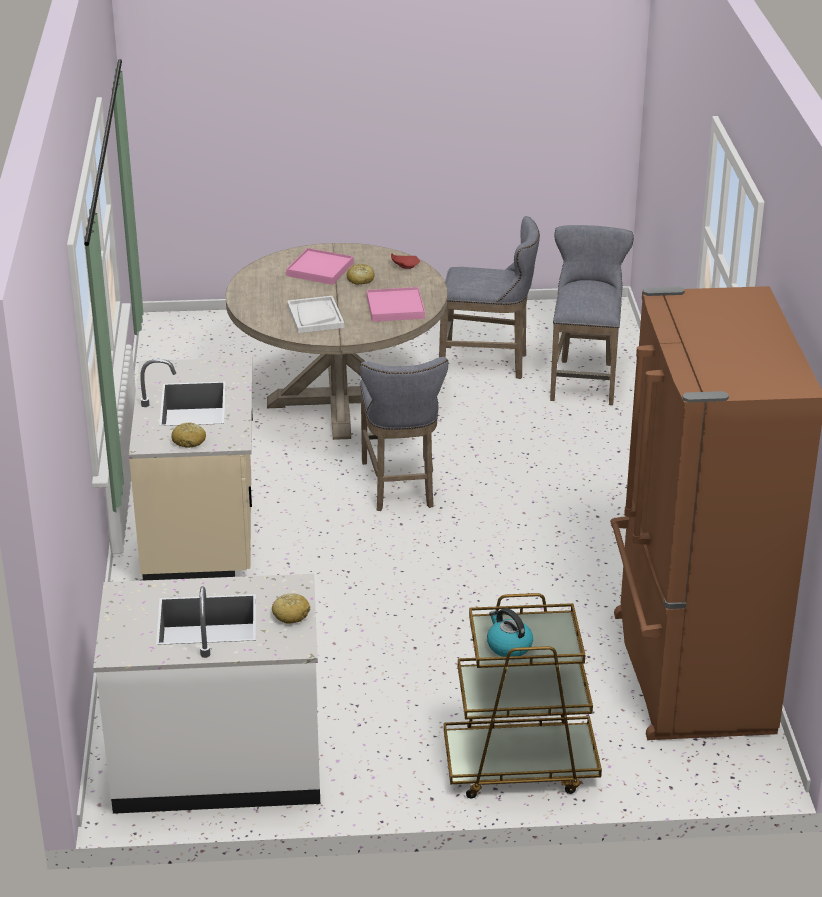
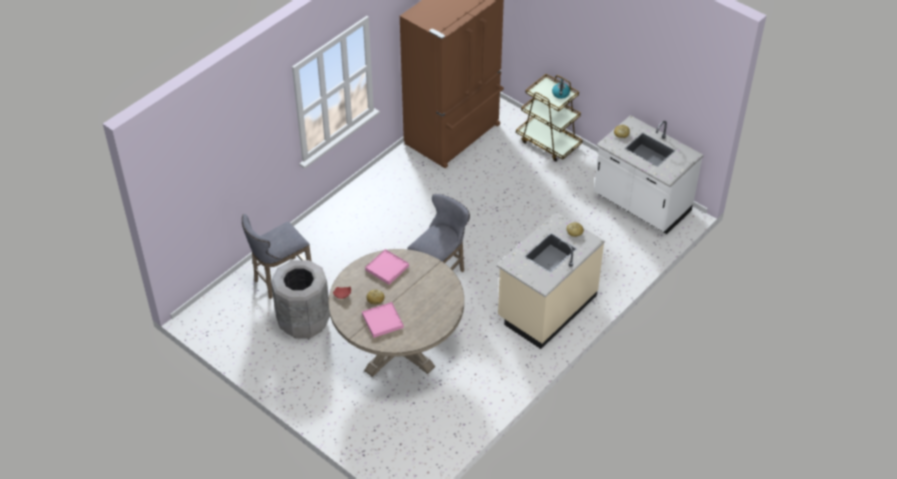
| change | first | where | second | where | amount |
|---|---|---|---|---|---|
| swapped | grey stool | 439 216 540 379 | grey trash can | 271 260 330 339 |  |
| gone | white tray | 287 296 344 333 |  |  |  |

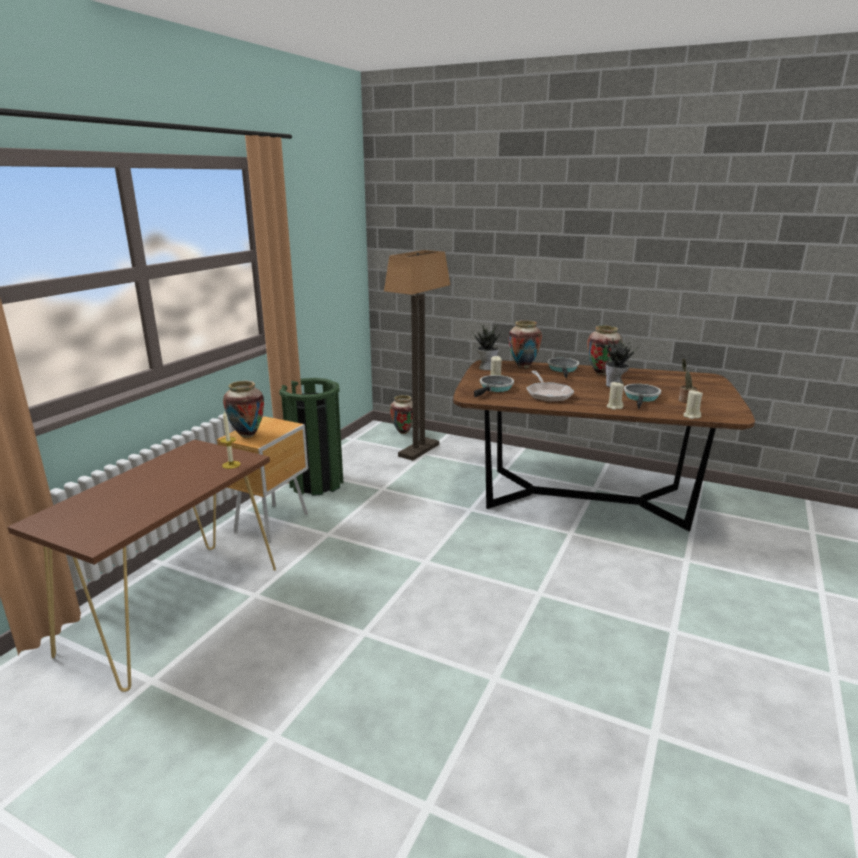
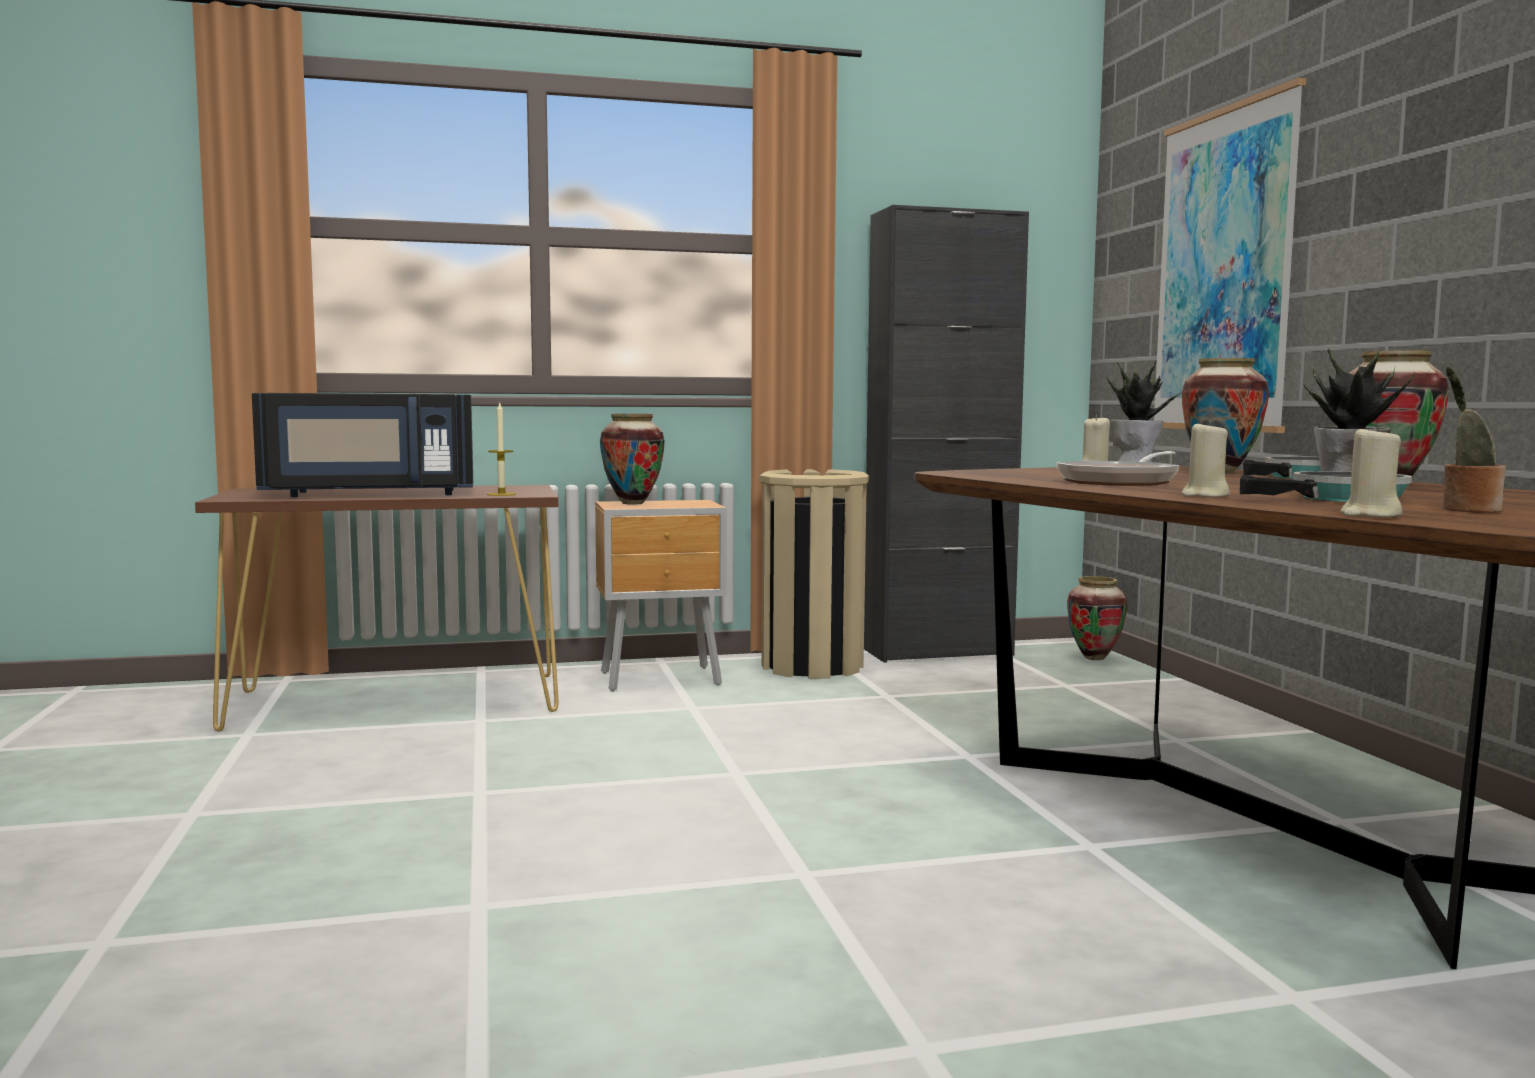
| change | first | where | second | where | amount |
|---|---|---|---|---|---|
| new |  |  | black microwave | 252 393 473 497 |  |
| repainted | green trash can | 279 378 343 496 | beige trash can | 759 469 869 679 |  |
| new |  |  | black cabinet | 864 205 1029 663 |  |
| new |  |  | picture | 1154 78 1306 433 |  |
| gone | floor lamp | 384 250 450 461 |  |  |  |
| gone | frying pan | 474 375 514 397 |  |  |  |

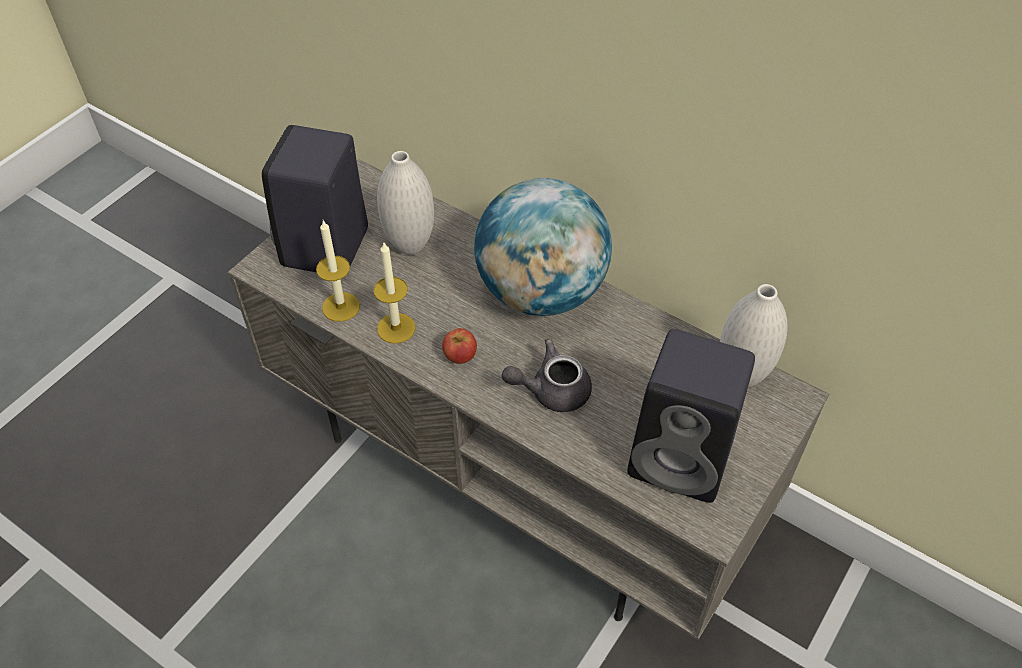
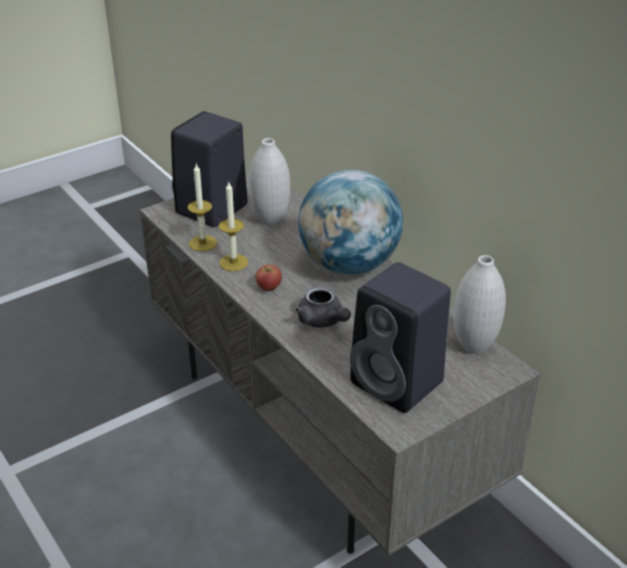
| change | first | where | second | where | amount |
|---|---|---|---|---|---|
| rotated | grey teapot | 502 339 592 412 |  | 295 286 351 328 | 135 degrees counterclockwise |

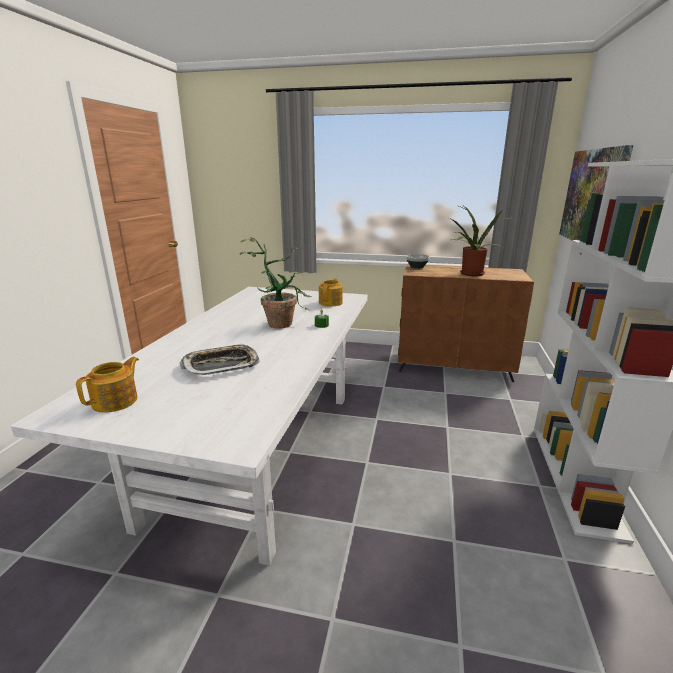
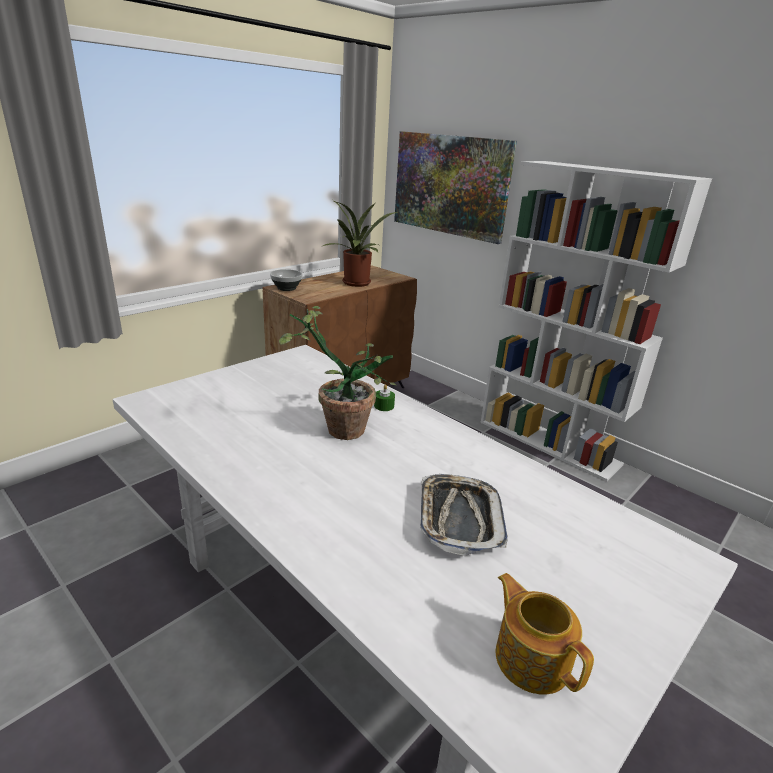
| change | first | where | second | where | amount |
|---|---|---|---|---|---|
| gone | teapot | 319 278 343 307 |  |  |  |

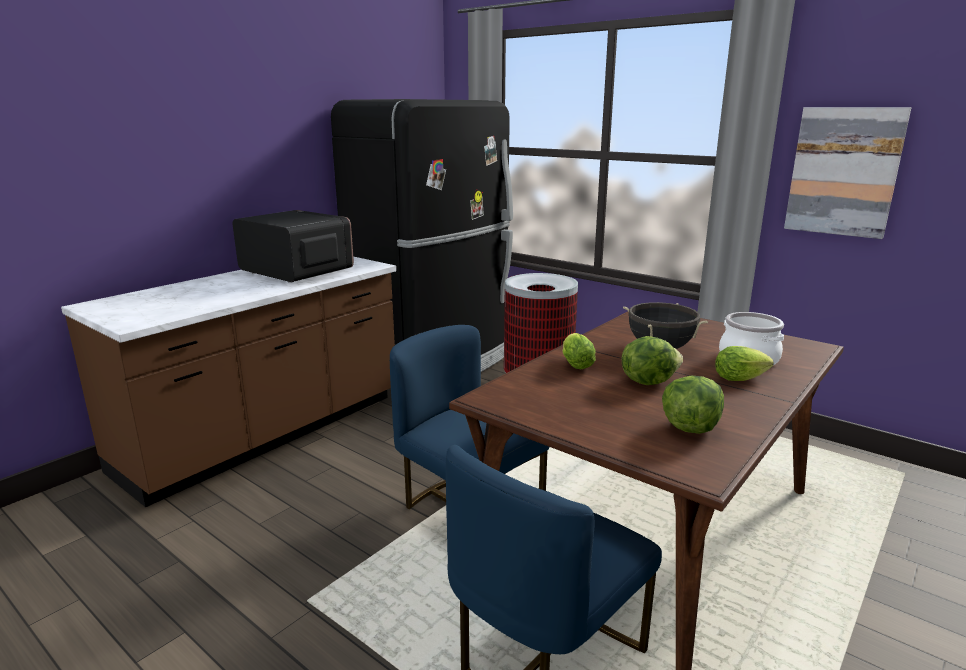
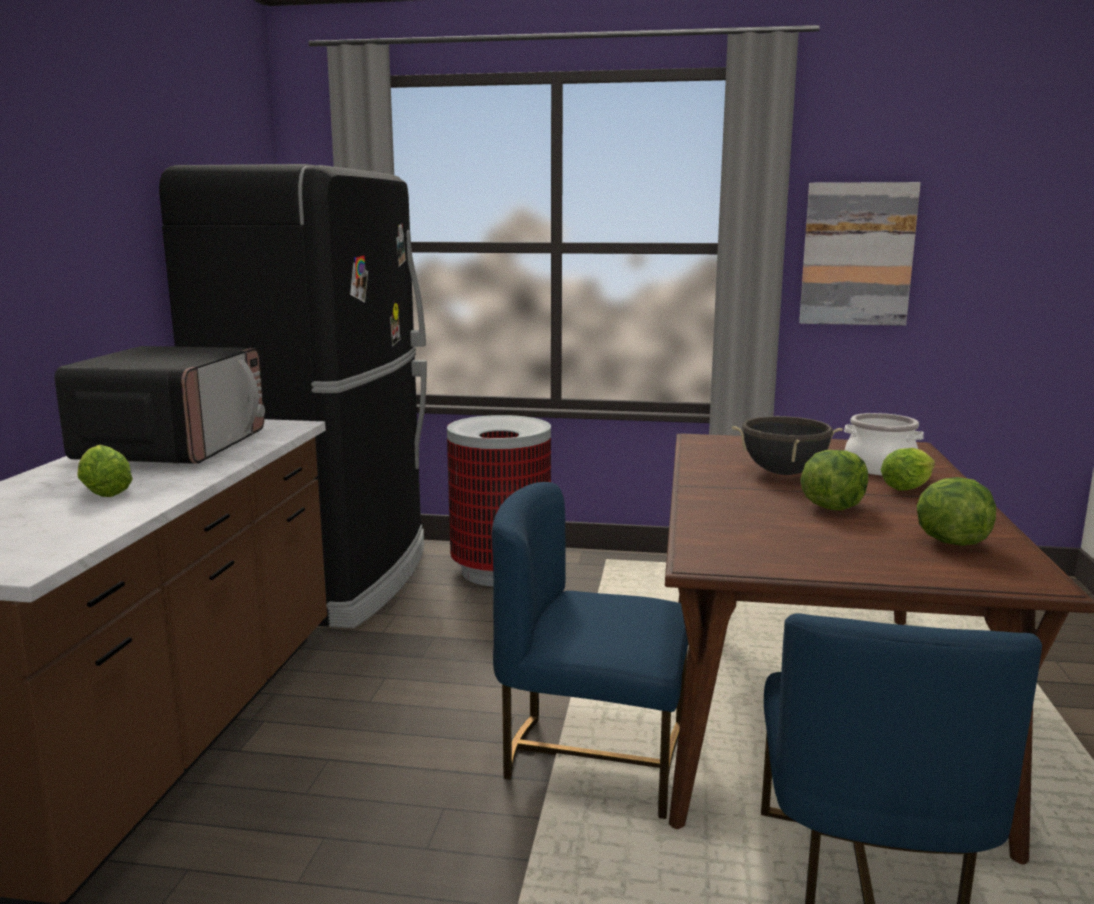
| change | first | where | second | where | amount |
|---|---|---|---|---|---|
| rotated | microwave | 233 210 354 283 |  | 54 346 265 464 | 90 degrees clockwise |
| shifted | lettuce | 563 333 596 369 |  | 77 445 133 497 |  |

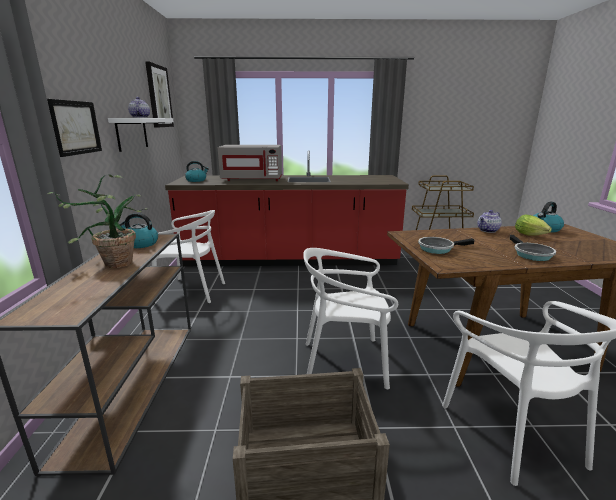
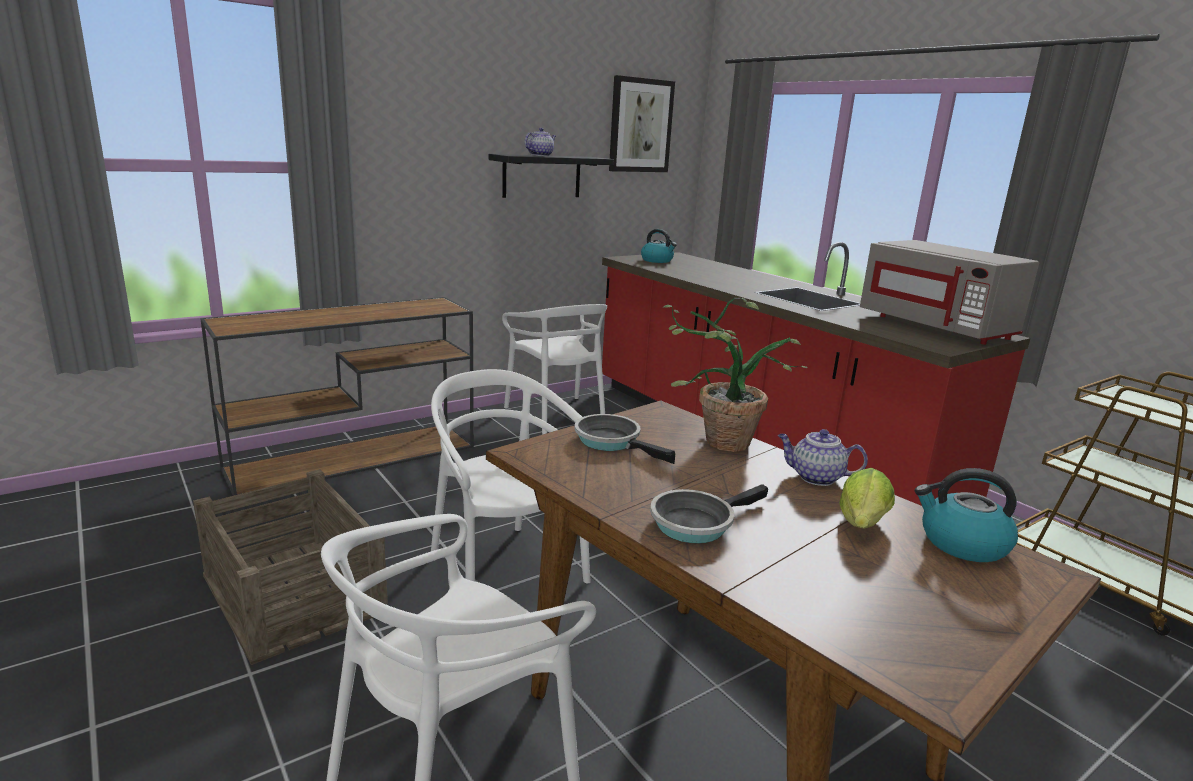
| change | first | where | second | where | amount |
|---|---|---|---|---|---|
| repainted | white shelf | 108 118 173 152 | black shelf | 489 154 614 198 |  |
| shifted | potted plant | 46 174 148 268 |  | 664 298 808 452 |  |
| shifted | grey microwave | 217 145 282 181 |  | 860 240 1039 345 |  |
| gone | picture | 47 99 102 157 |  |  |  |
| gone | kettle | 119 213 158 248 |  |  |  |

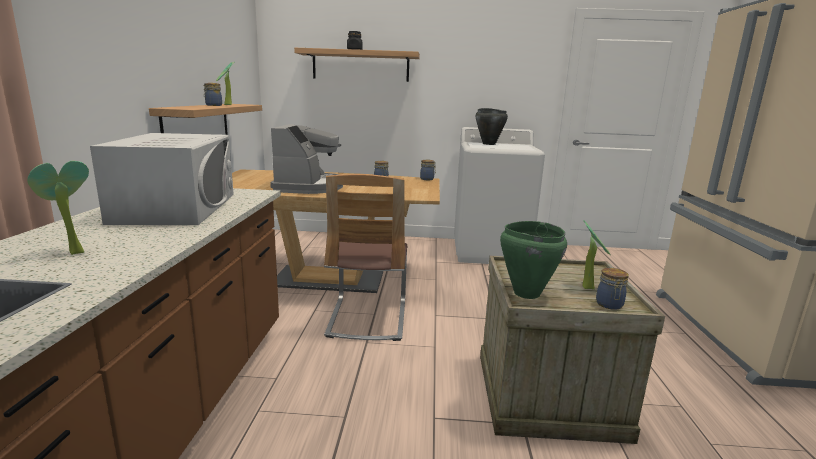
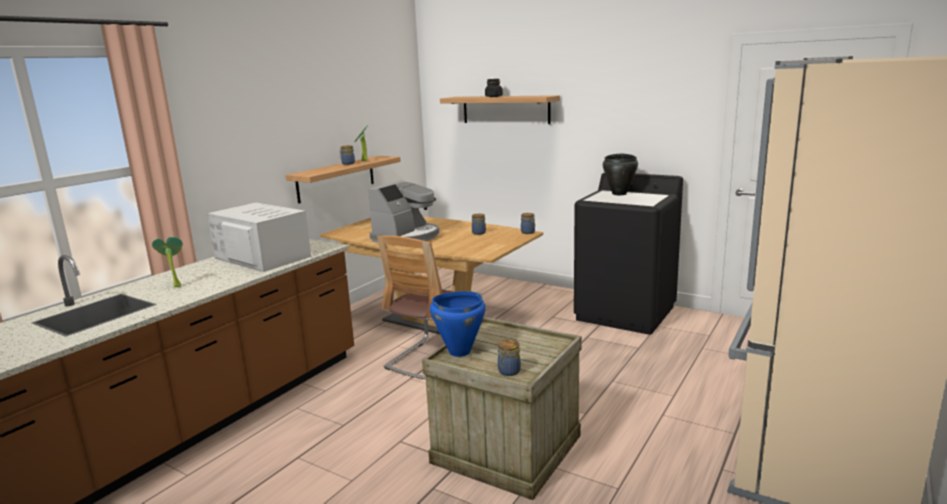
| change | first | where | second | where | amount |
|---|---|---|---|---|---|
| rotated | white microwave | 90 133 234 225 |  | 207 203 311 272 | 75 degrees counterclockwise |
| repainted | green cooking pot | 500 221 567 299 | blue cooking pot | 430 291 486 357 |  |
| repainted | white washing machine | 454 127 545 264 | black washing machine | 574 172 683 335 |  |
| gone | potted plant | 582 220 611 290 |  |  |  |

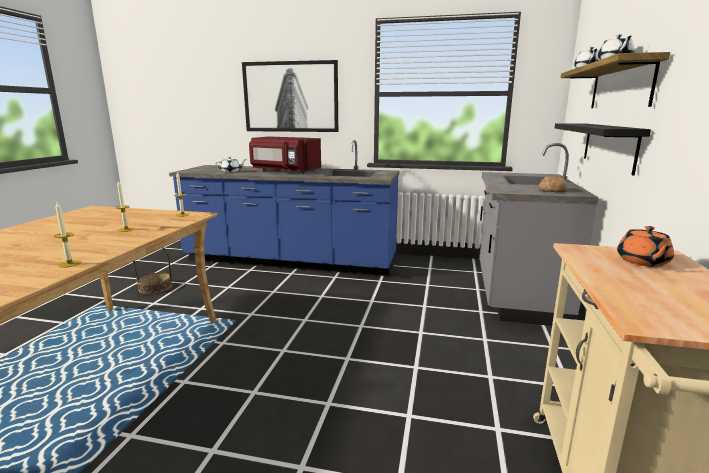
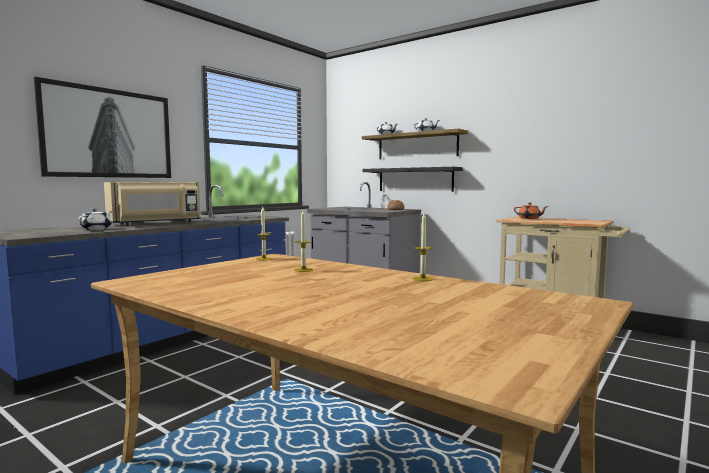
| change | first | where | second | where | amount |
|---|---|---|---|---|---|
| repainted | red microwave | 249 137 321 174 | beige microwave | 104 182 201 226 |  |
| gone | basket | 133 247 172 294 |  |  |  |

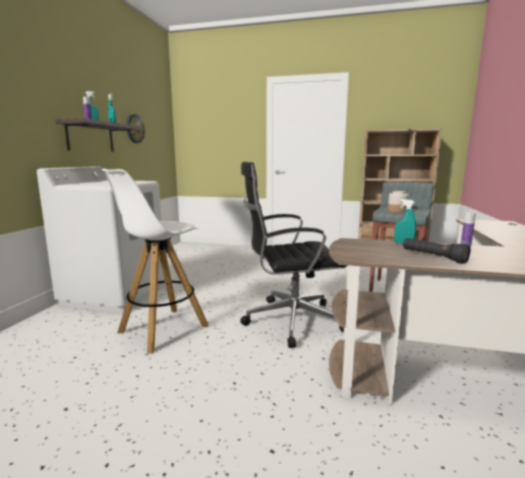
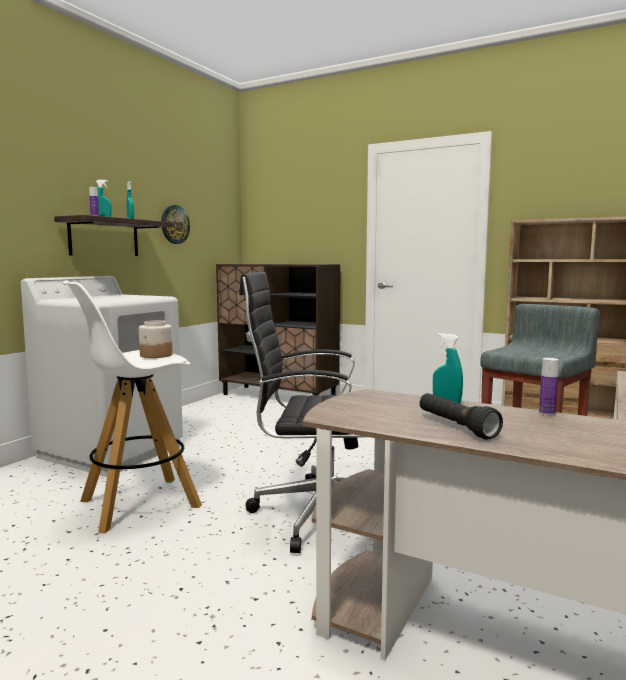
| change | first | where | second | where | amount |
|---|---|---|---|---|---|
| shifted | jar | 388 191 409 213 |  | 139 320 173 358 |  |
| new |  |  | brown cabinet | 216 264 340 395 |  |

